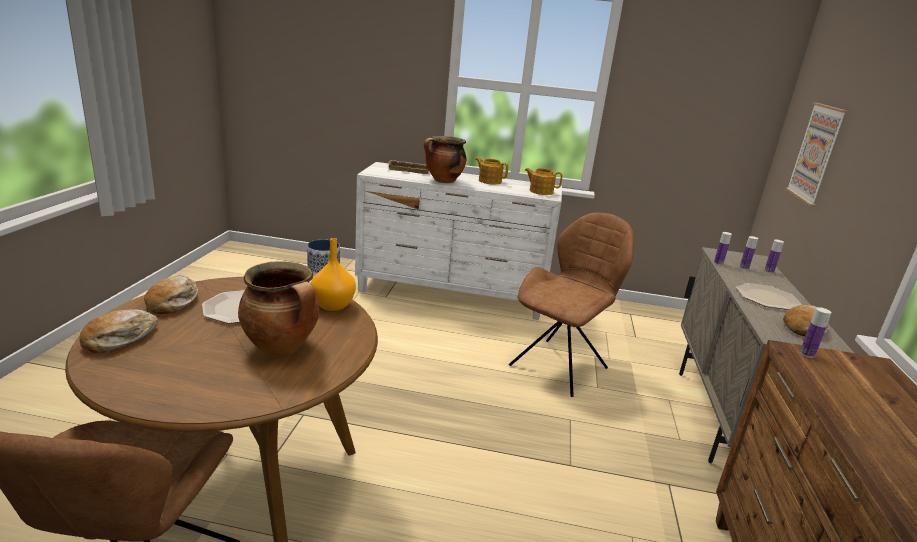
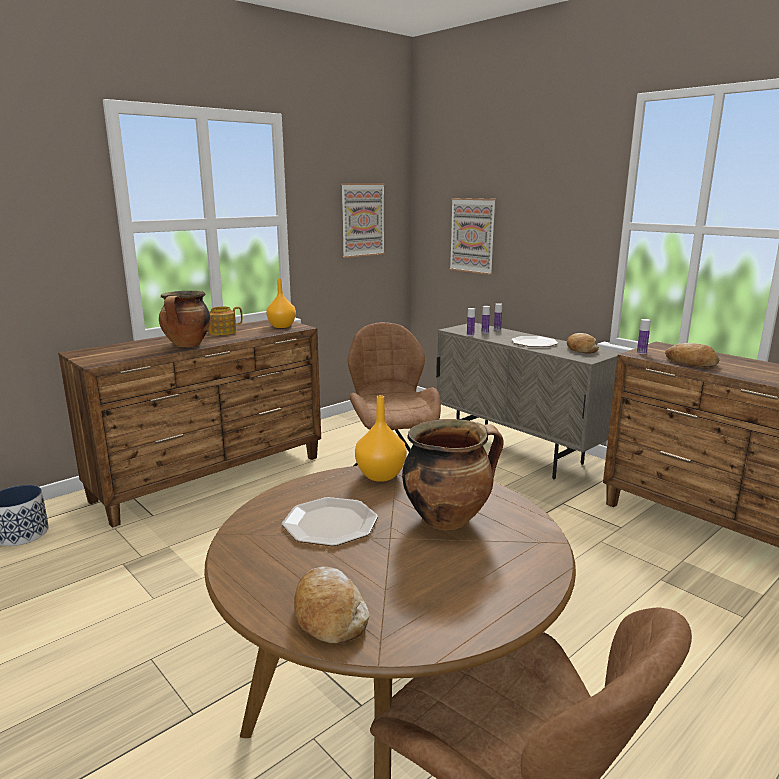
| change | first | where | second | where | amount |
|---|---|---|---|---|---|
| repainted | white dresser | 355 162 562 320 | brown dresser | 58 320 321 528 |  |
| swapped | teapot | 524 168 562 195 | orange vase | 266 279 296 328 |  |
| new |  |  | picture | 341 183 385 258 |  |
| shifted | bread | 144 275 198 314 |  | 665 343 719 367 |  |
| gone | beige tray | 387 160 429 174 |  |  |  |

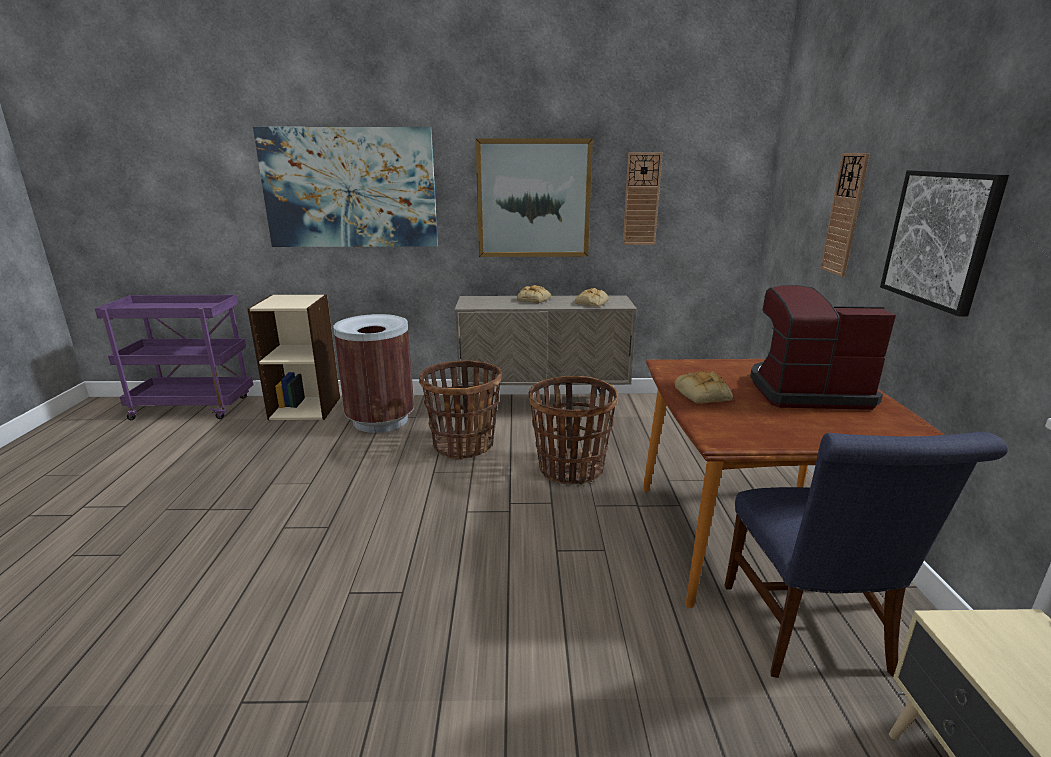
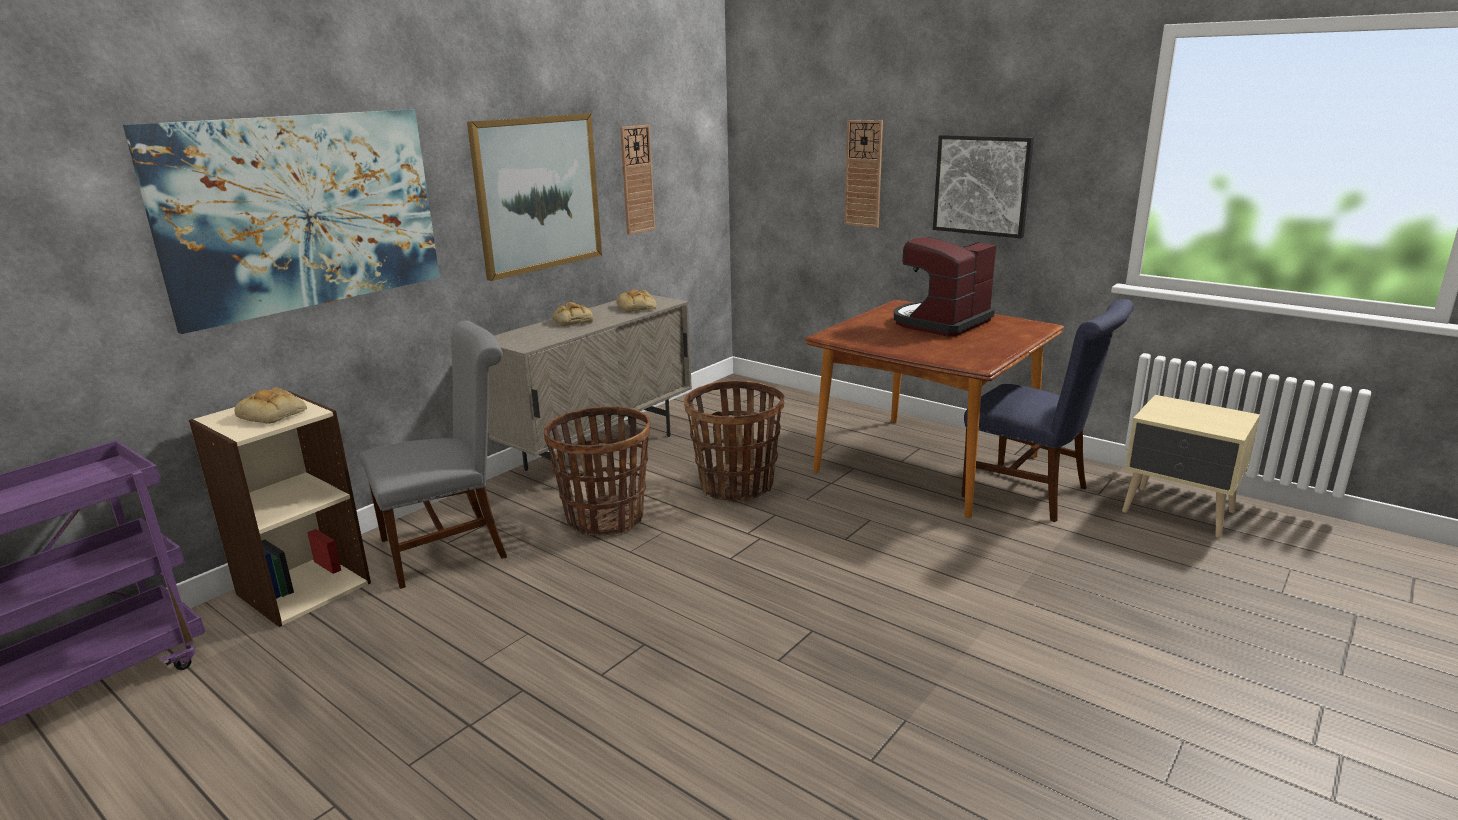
| change | first | where | second | where | amount |
|---|---|---|---|---|---|
| shifted | bread | 675 371 733 404 |  | 234 388 307 424 |  |
| swapped | brown trash can | 333 314 414 433 | grey chair | 360 320 507 589 |  |

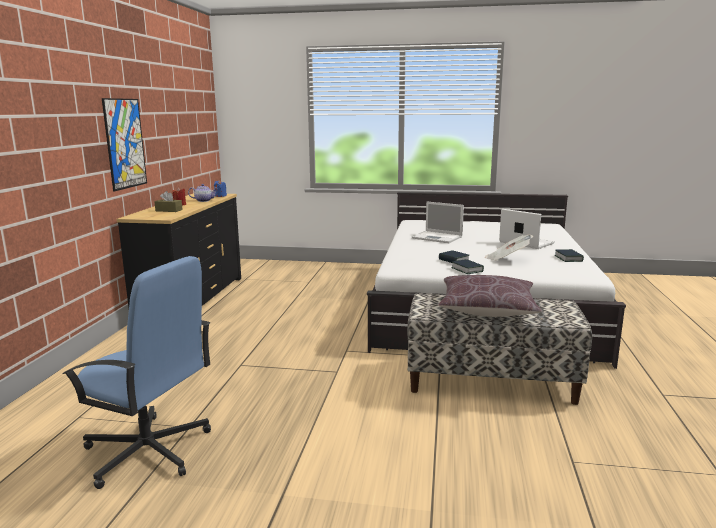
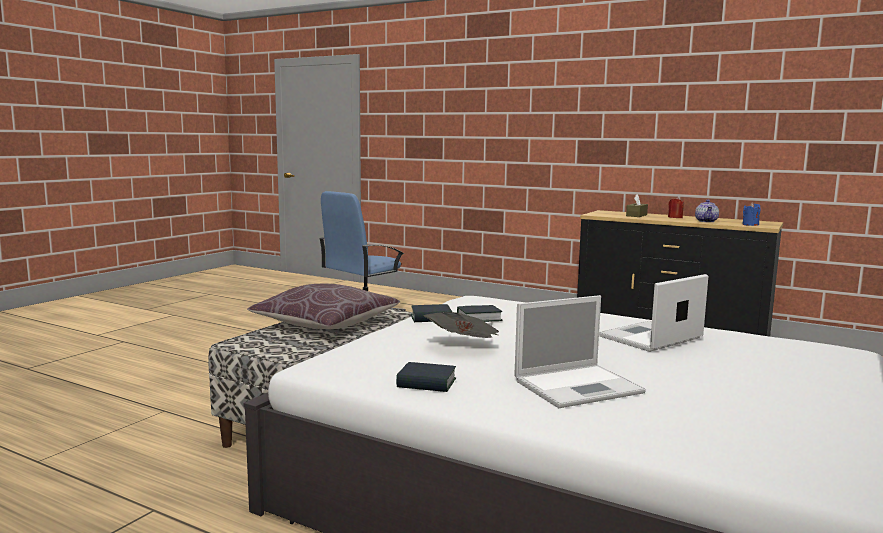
| change | first | where | second | where | amount |
|---|---|---|---|---|---|
| gone | picture | 102 98 147 191 |  |  |  |

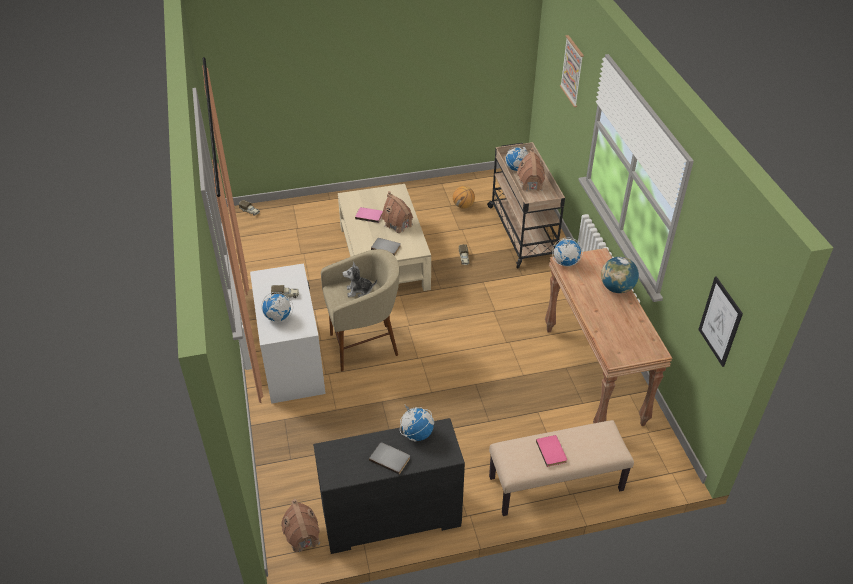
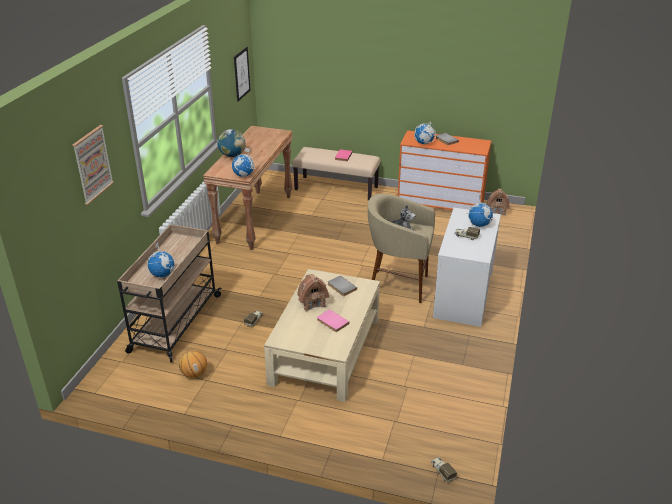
| change | first | where | second | where | amount |
|---|---|---|---|---|---|
| repainted | black dresser | 313 418 465 554 | orange dresser | 398 130 491 210 |  |
| gone | toy house | 517 148 545 191 |  |  |  |

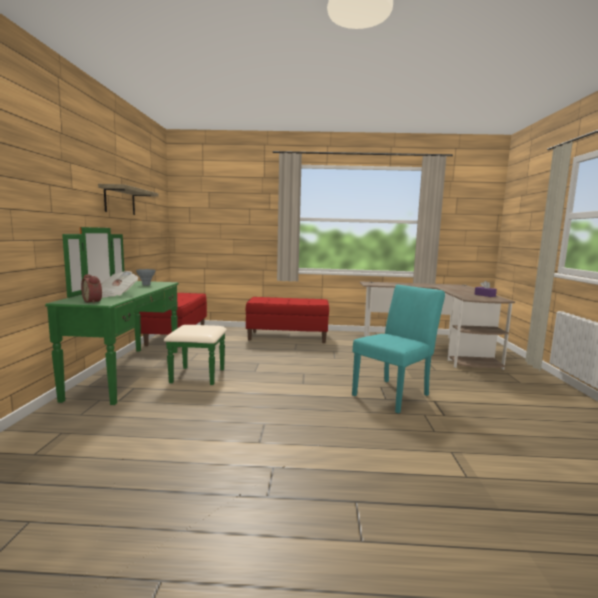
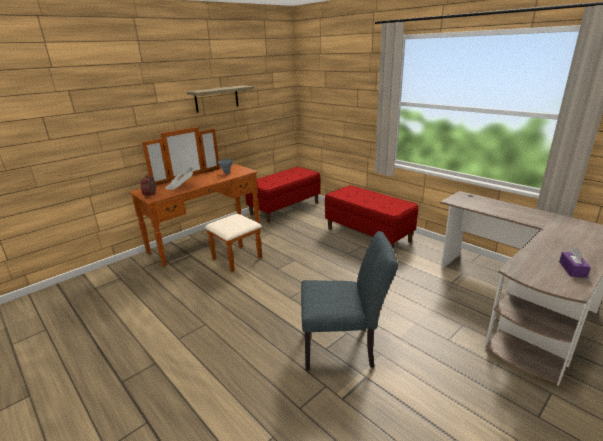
| change | first | where | second | where | amount |
|---|---|---|---|---|---|
| repainted | green dresser | 45 227 227 405 | brown dresser | 129 127 262 272 |  |
| repainted | turquoise chair | 352 285 445 414 | grey chair | 301 231 398 371 |  |

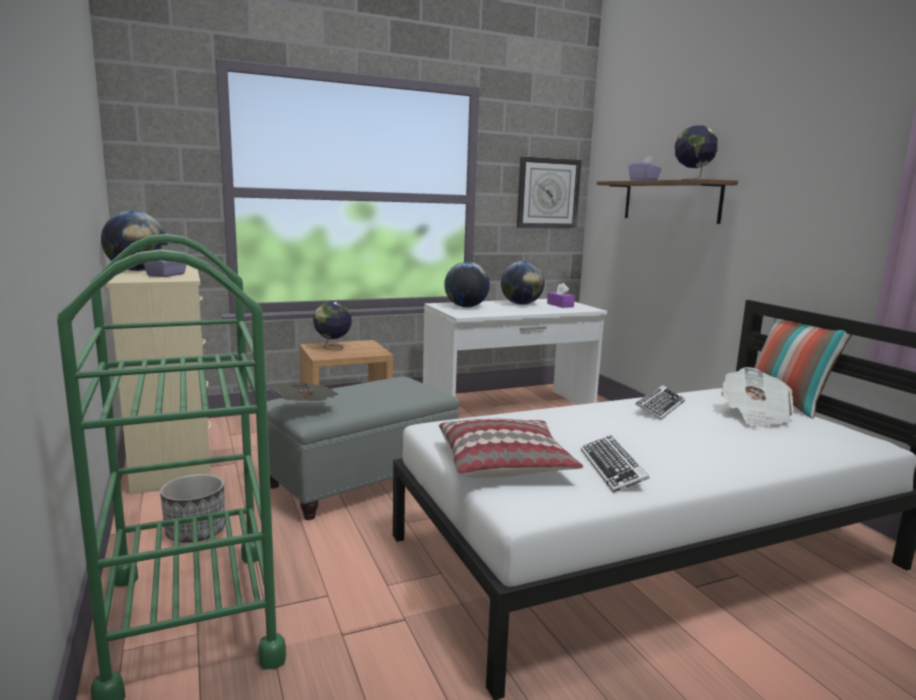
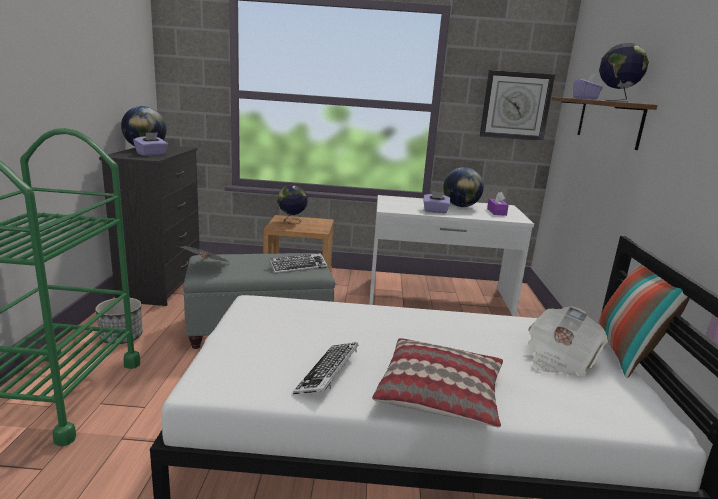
| change | first | where | second | where | amount |
|---|---|---|---|---|---|
| repainted | beige dresser | 106 265 211 495 | black dresser | 99 146 200 306 |  |
| shifted | keyboard | 635 385 685 420 |  | 269 253 328 274 |  |
| shifted | pillow | 439 419 583 478 |  | 372 338 503 427 |  |
| new |  |  | purple tissue box | 424 191 450 213 |  |
| gone | globe | 444 262 490 307 |  |  |  |

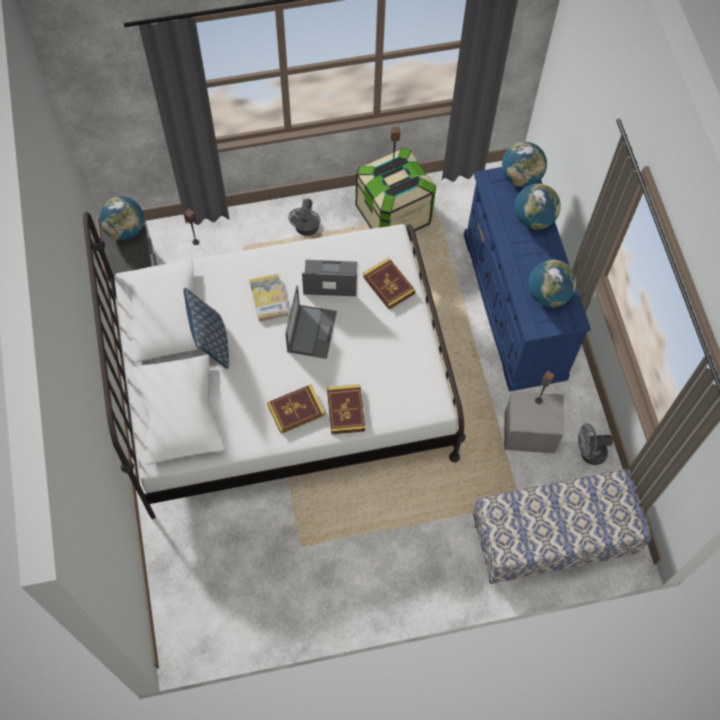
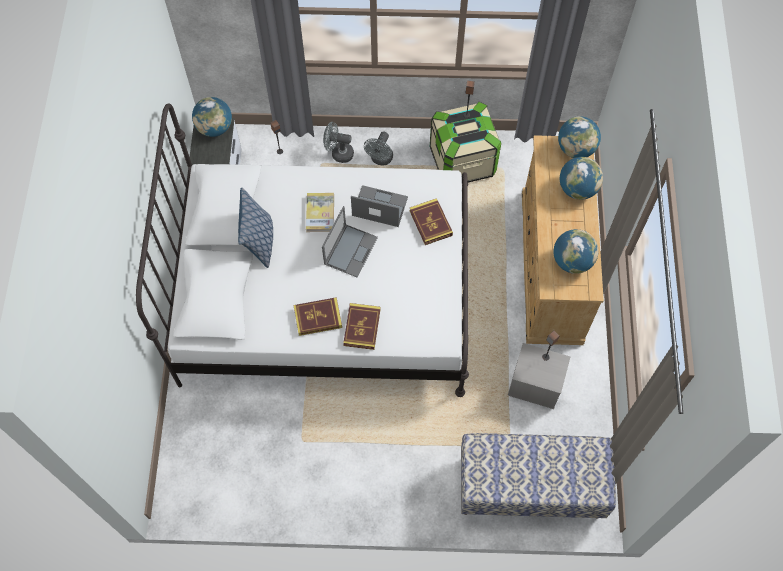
| change | first | where | second | where | amount |
|---|---|---|---|---|---|
| shifted | grey fan | 578 424 613 465 |  | 323 122 354 163 |  |
| repainted | blue dresser | 464 167 591 392 | beige dresser | 522 135 604 345 |  |

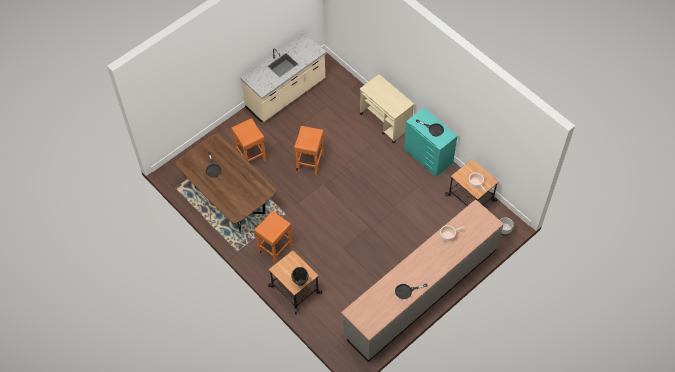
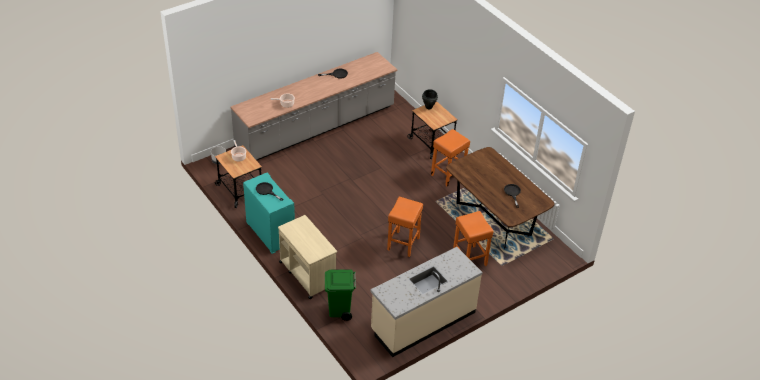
| change | first | where | second | where | amount |
|---|---|---|---|---|---|
| new |  |  | green trash can | 325 269 356 321 |  |

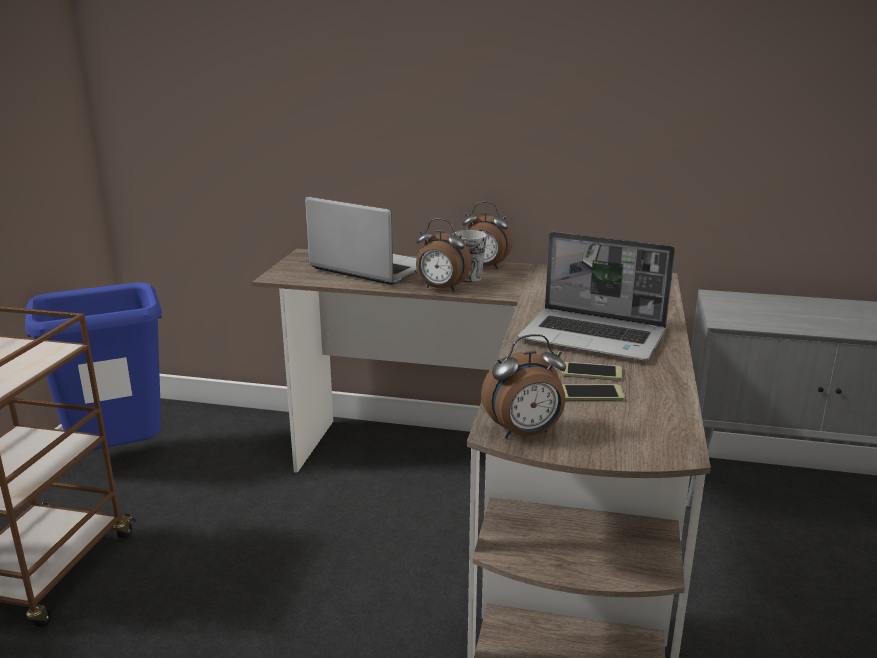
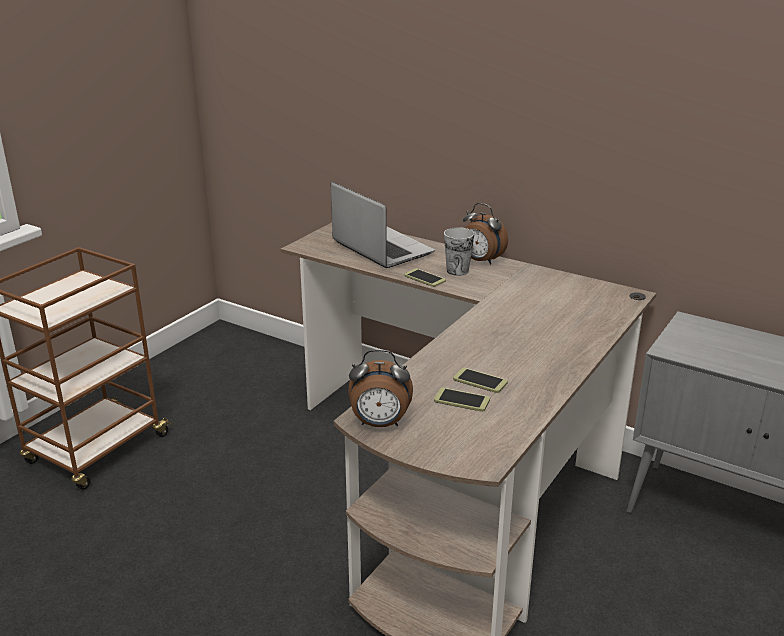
| change | first | where | second | where | amount |
|---|---|---|---|---|---|
| swapped | alarm clock | 416 218 472 291 | phone | 404 269 446 287 |  |
| gone | blue trash can | 25 282 162 450 |  |  |  |
| gone | laptop | 518 232 675 361 |  |  |  |

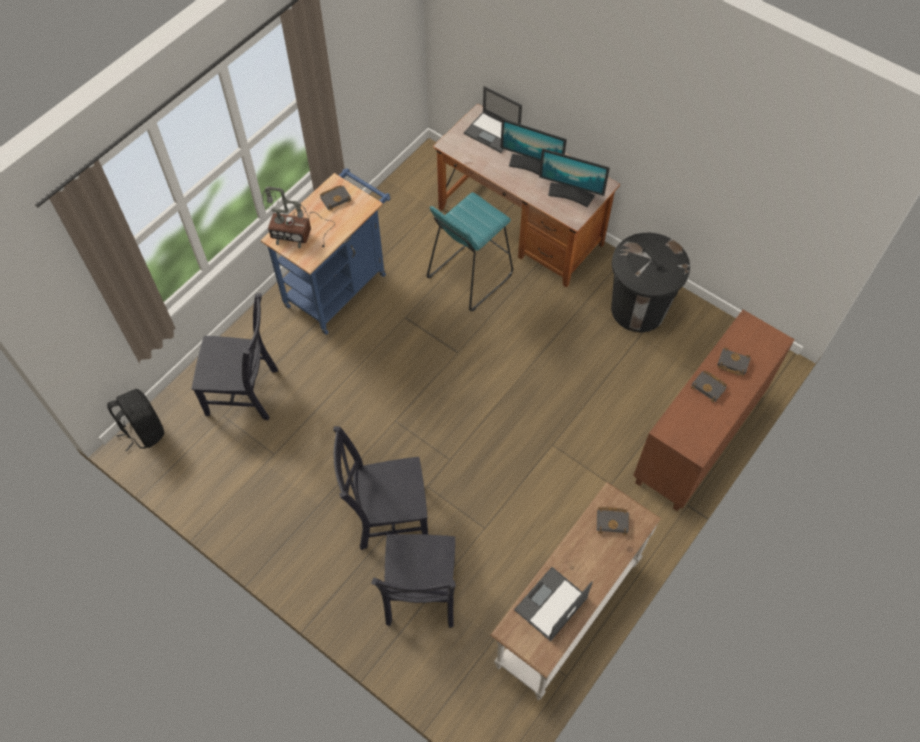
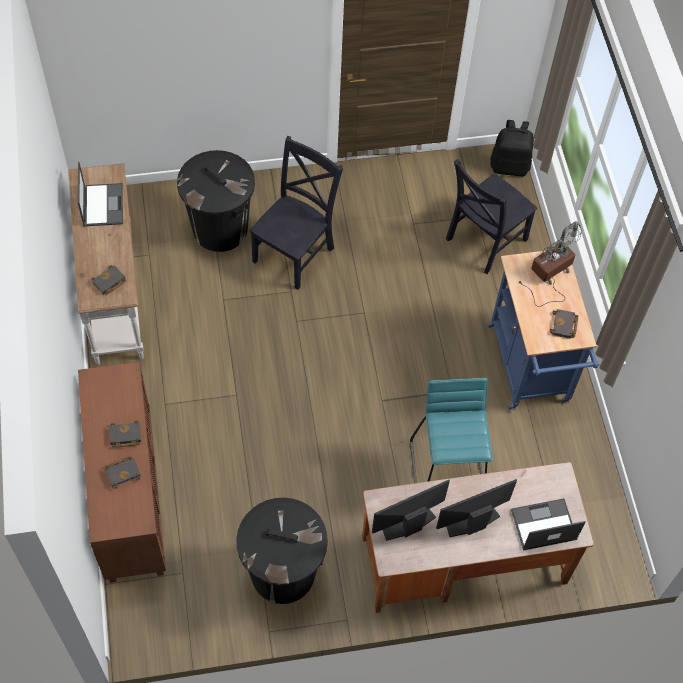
| change | first | where | second | where | amount |
|---|---|---|---|---|---|
| swapped | black chair | 371 534 456 628 | black trash can | 177 150 255 252 |  |

